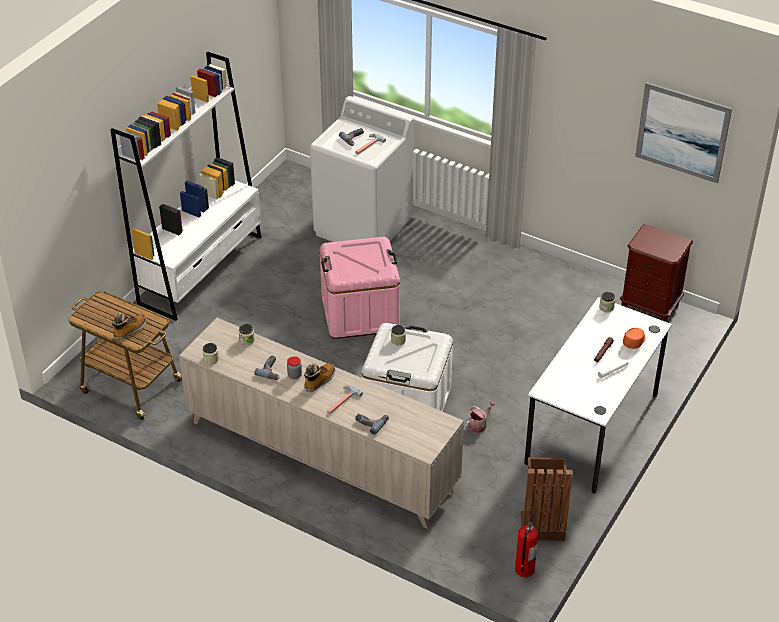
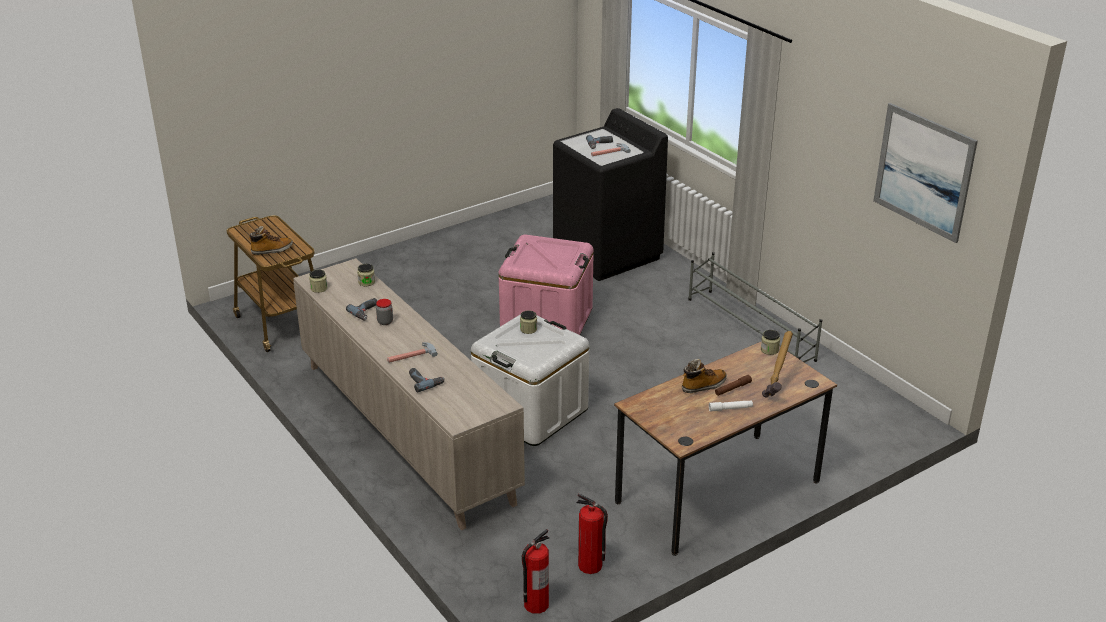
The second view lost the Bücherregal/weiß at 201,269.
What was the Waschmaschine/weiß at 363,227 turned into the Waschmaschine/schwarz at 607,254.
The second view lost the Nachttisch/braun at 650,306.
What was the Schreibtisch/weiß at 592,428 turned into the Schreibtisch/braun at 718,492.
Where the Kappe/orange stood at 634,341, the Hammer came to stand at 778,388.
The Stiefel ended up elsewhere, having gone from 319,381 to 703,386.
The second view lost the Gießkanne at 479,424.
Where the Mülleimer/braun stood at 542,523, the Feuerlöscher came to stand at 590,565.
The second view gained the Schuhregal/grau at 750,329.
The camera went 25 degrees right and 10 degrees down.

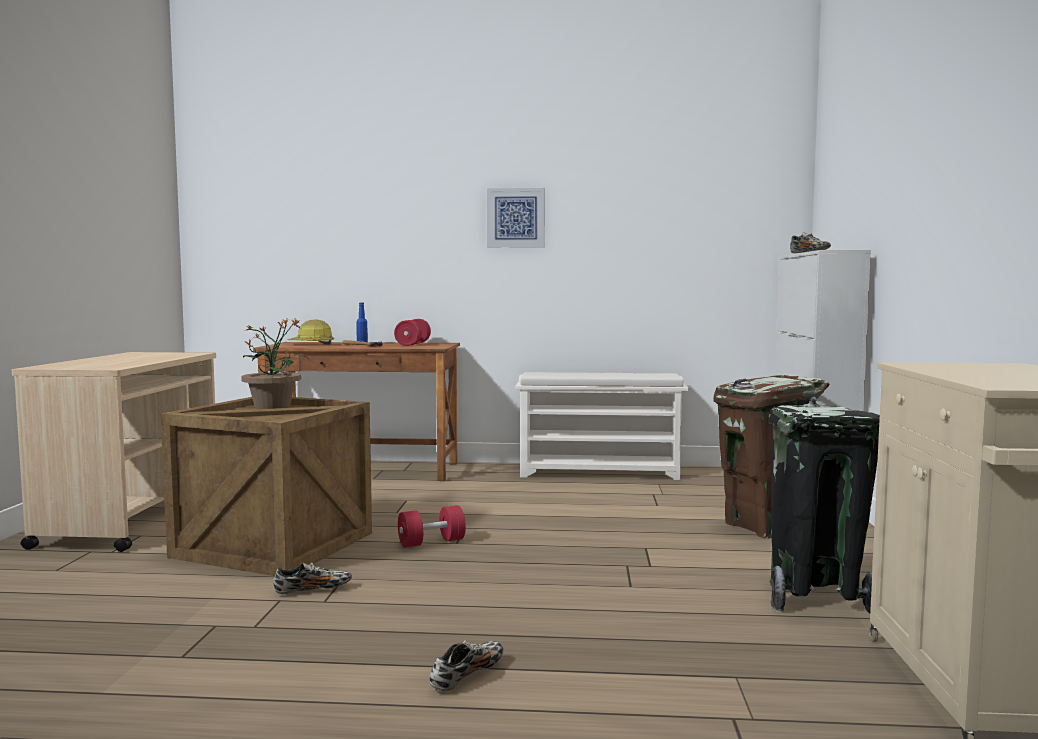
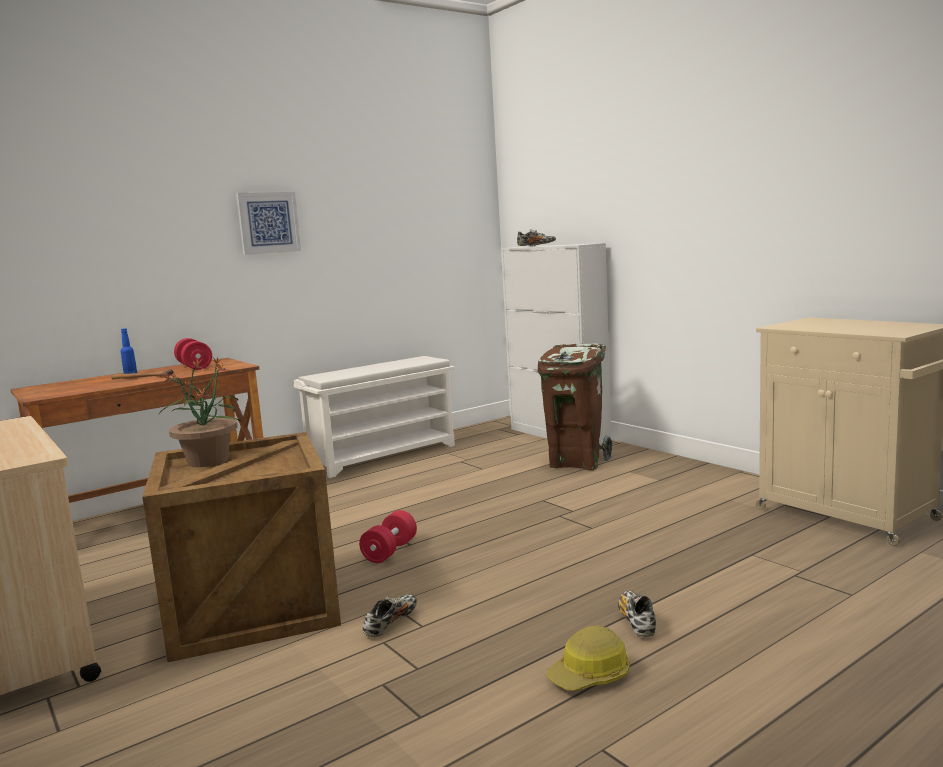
The Schutzhelm ended up elsewhere, having gone from 312,344 to 590,676.
The second view lost the Mülleimer/schwarz at 816,595.
The camera went 40 degrees left and 5 degrees up.

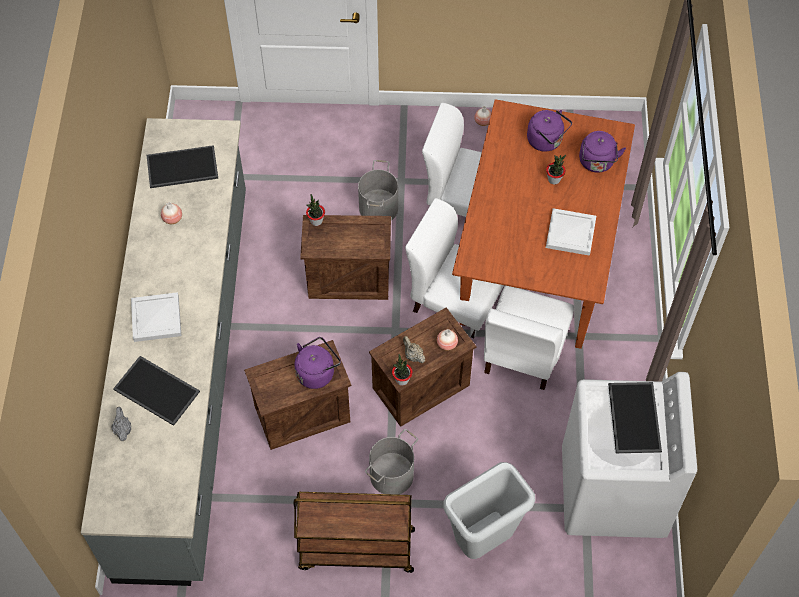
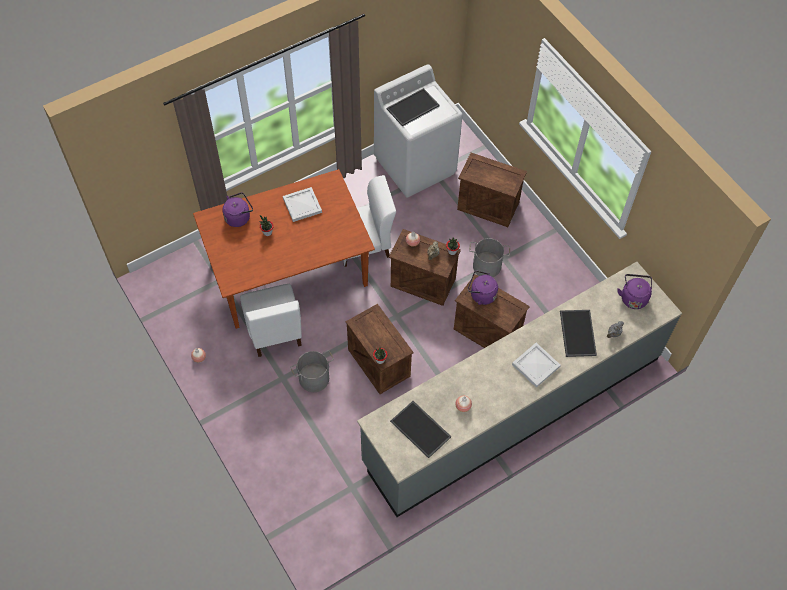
The Wasserkessel/lila ended up elsewhere, having gone from 546,141 to 633,297.
The second view lost the Stuhl/weiß at 455,300.
Where the Mülleimer/grau stood at 483,542, the Kiste came to stand at 489,205.
The second view lost the Rollwagen/braun at 356,550.
The camera went 125 degrees left and 0 degrees up.

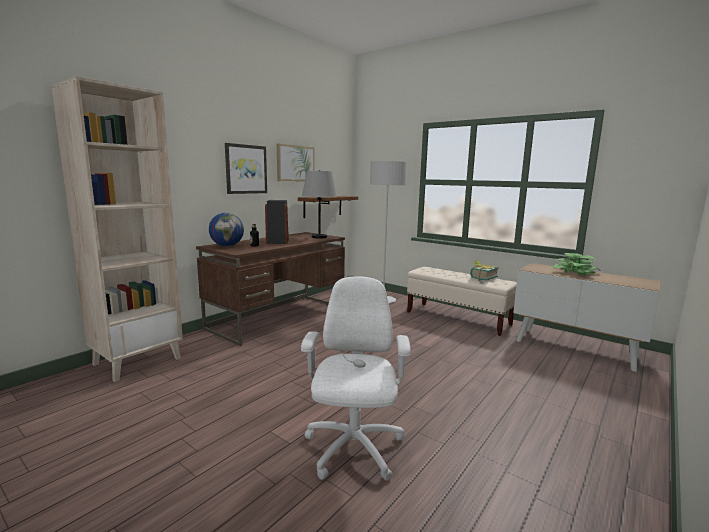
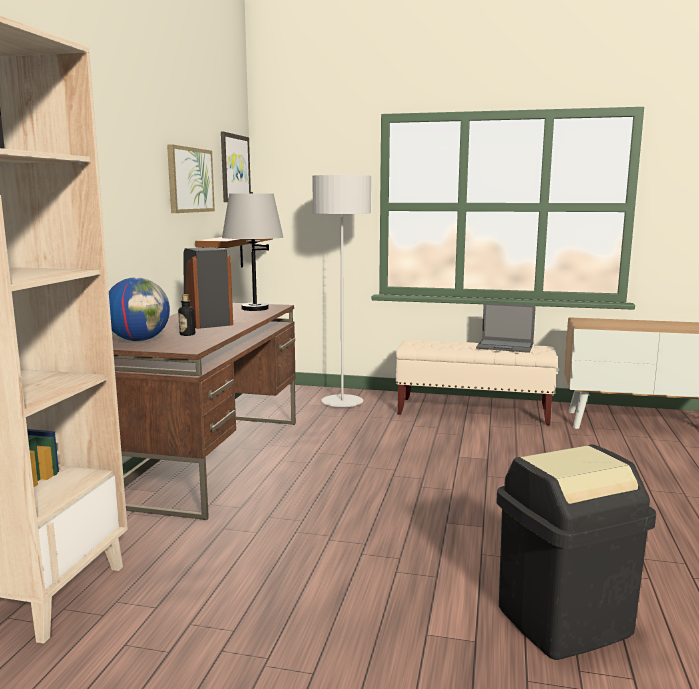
The Bild ended up elsewhere, having gone from 246,169 to 234,168.
The second view lost the Topfpflanze at 575,272.
Where the Buch stood at 481,278, the Laptop came to stand at 505,346.
Where the Bürostuhl/weiß stood at 353,449, the Mülleimer/schwarz came to stand at 563,620.
The camera went 25 degrees left and 0 degrees up.

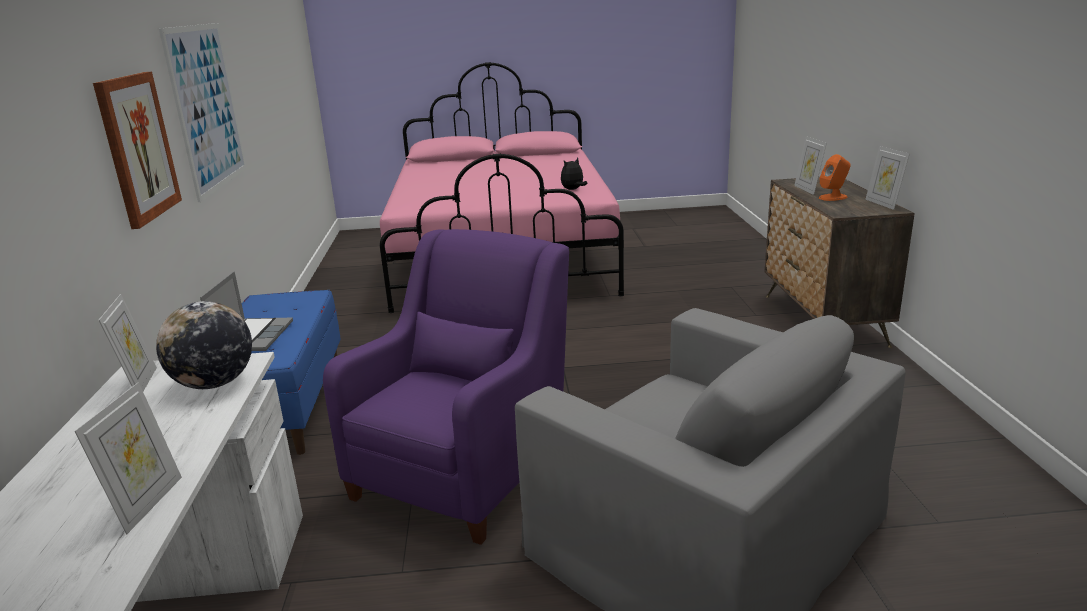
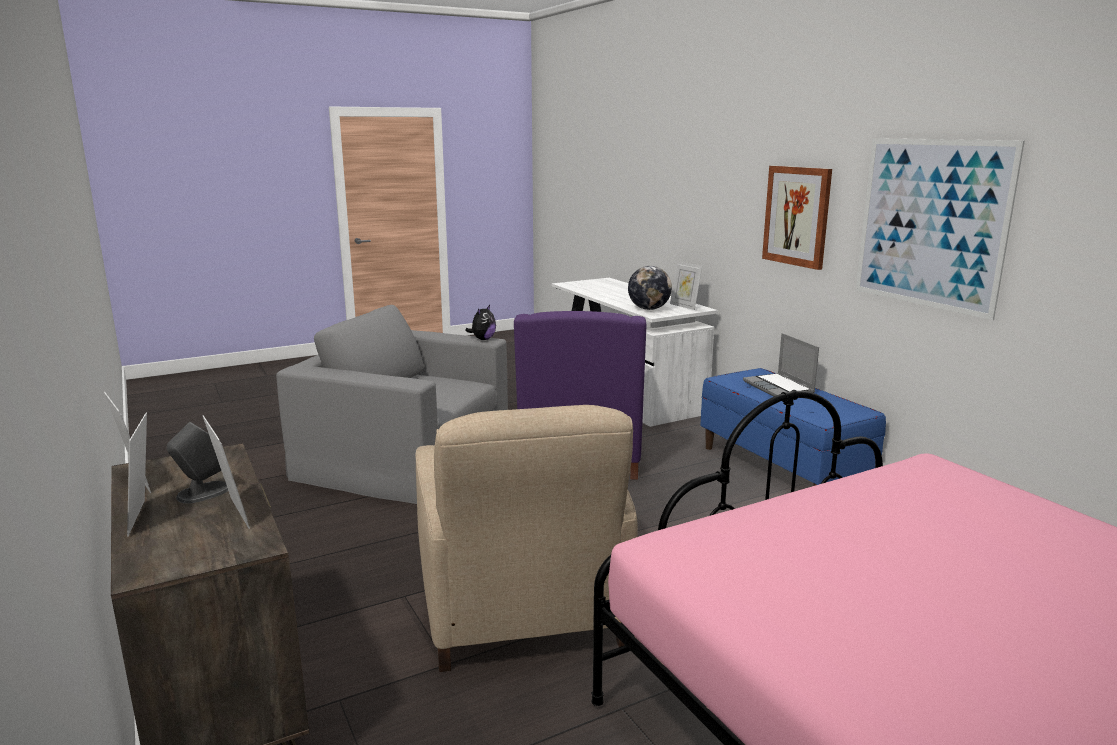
What was the Lautsprecher/orange at 833,197 turned into the Lautsprecher/grau at 202,493.
The Plüschtier ended up elsewhere, having gone from 573,190 to 483,339.
The Bilderrahmen ended up elsewhere, having gone from 146,504 to 145,517.
The second view gained the Sessel/beige at 523,608.
The camera went 155 degrees right and 5 degrees down.

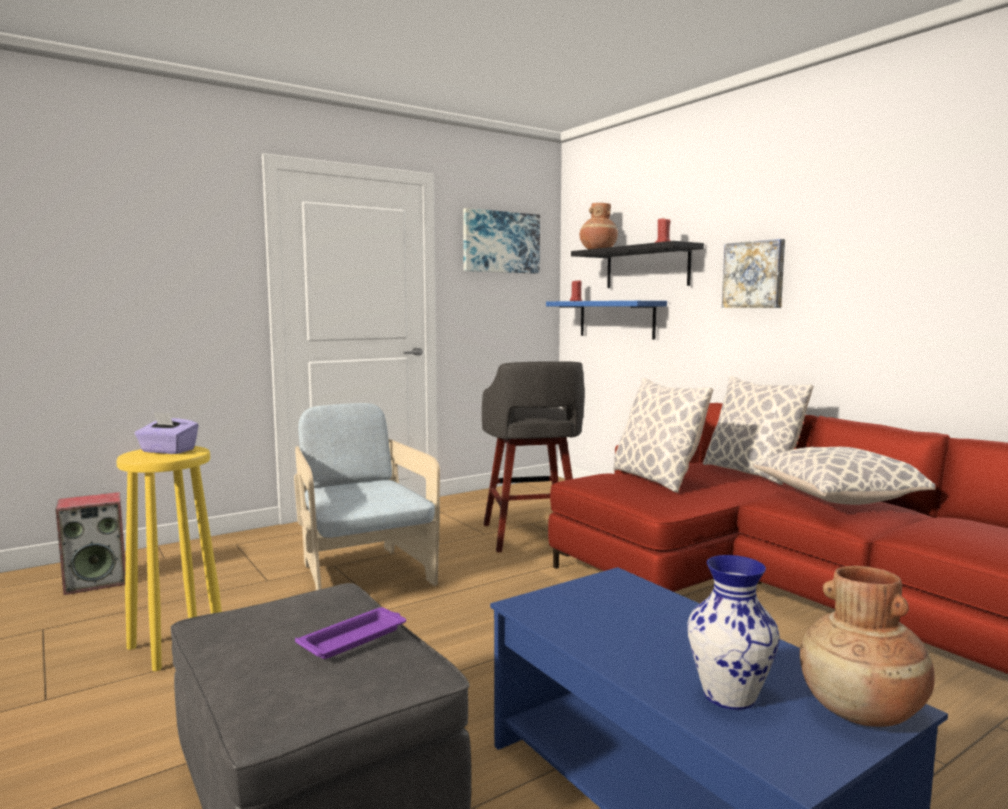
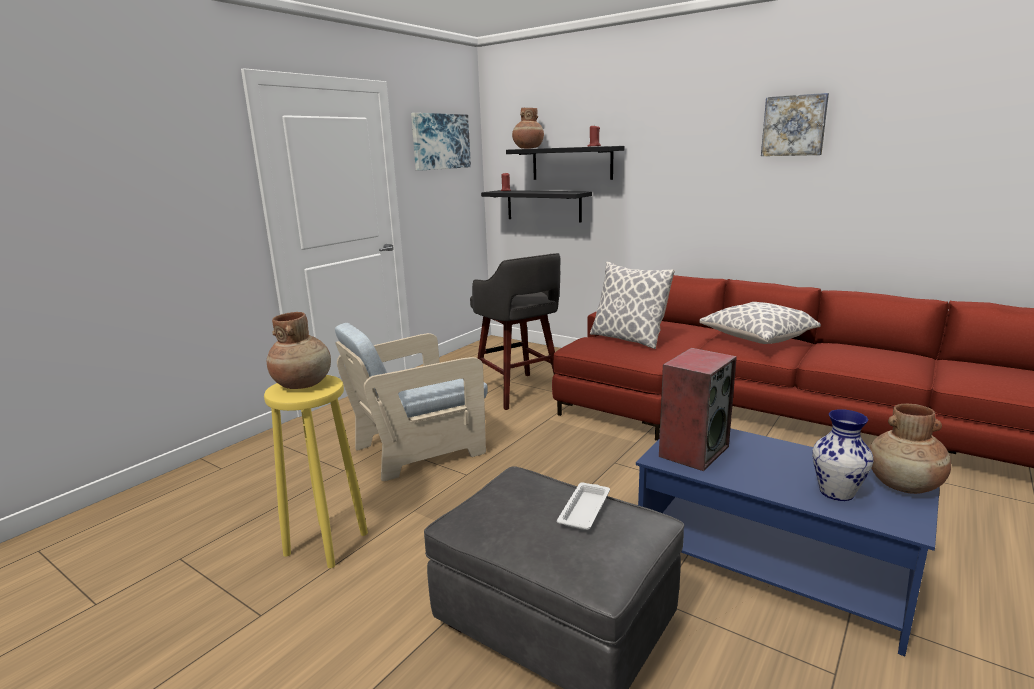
The Bild ended up elsewhere, having gone from 754,275 to 794,125.
What was the Wandregal/blau at 616,319 turned into the Wandregal/schwarz at 543,205.
The second view lost the Kissen at 750,473.
The Sessel/beige at 363,575 ended up facing another way, 75 degrees counterclockwise from before.
Where the Taschentuchbox/lila stood at 167,451, the Vase/braun came to stand at 303,384.
The Lautsprecher ended up elsewhere, having gone from 97,582 to 693,451.
What was the Tablett/lila at 355,638 turned into the Tablett/weiß at 585,509.
The camera went 20 degrees left and 10 degrees up.

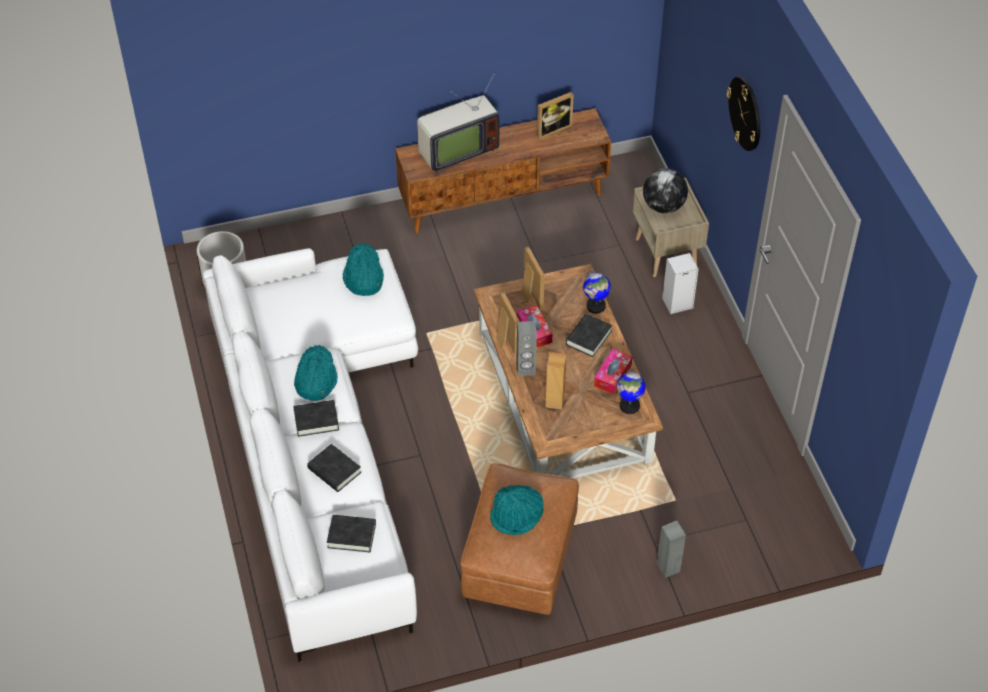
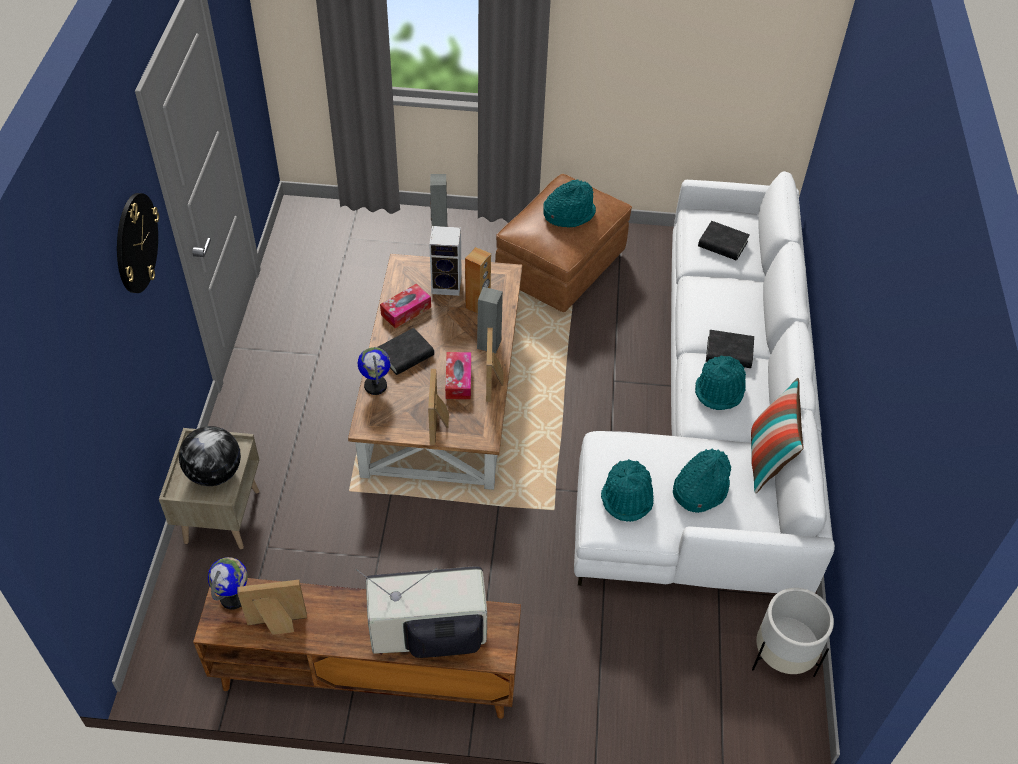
The Lautsprecher ended up elsewhere, having gone from 676,304 to 448,285.
The Globus ended up elsewhere, having gone from 629,406 to 234,597.
The second view lost the Buch/schwarz at 334,471.
The second view gained the Kissen at 768,460.
The second view gained the Hut/türkis at 699,489.
The camera went 160 degrees left and 0 degrees up.

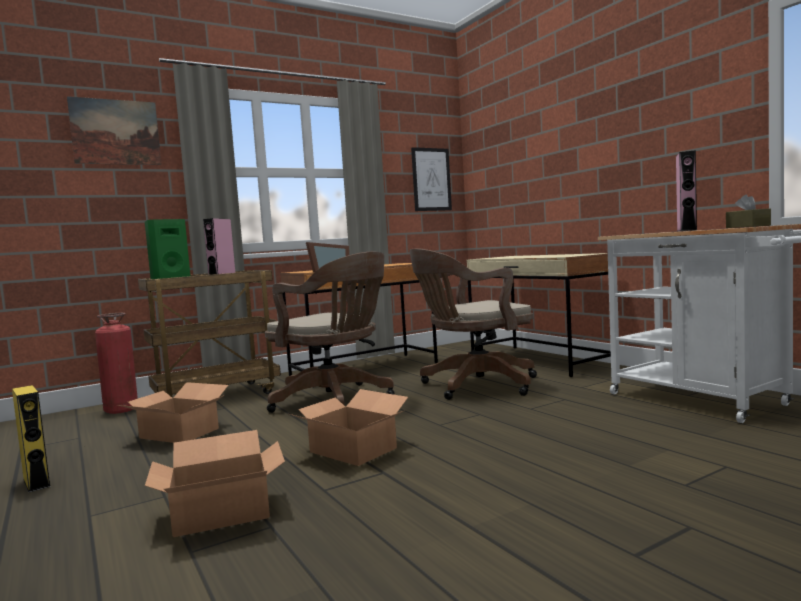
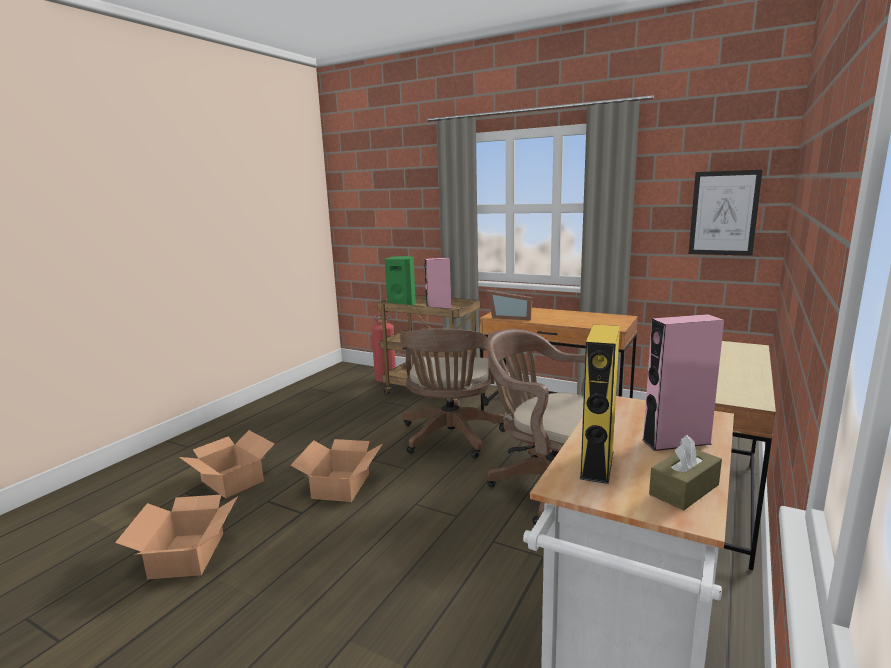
The second view lost the Bild at 116,132.
The Karton ended up elsewhere, having gone from 179,433 to 188,554.
The Lautsprecher/gelb ended up elsewhere, having gone from 36,482 to 597,464.
The camera went 60 degrees right and 10 degrees up.

